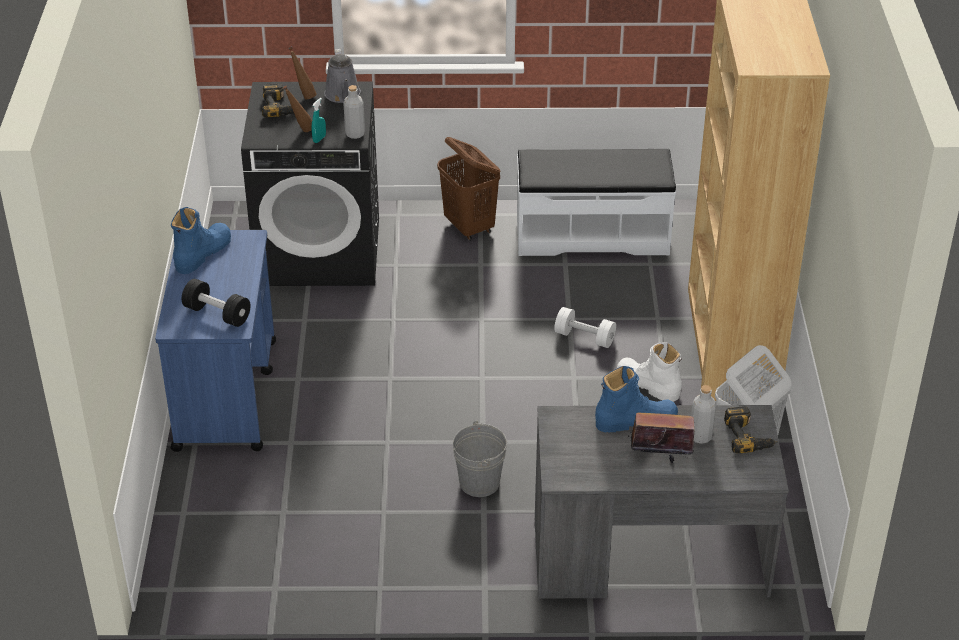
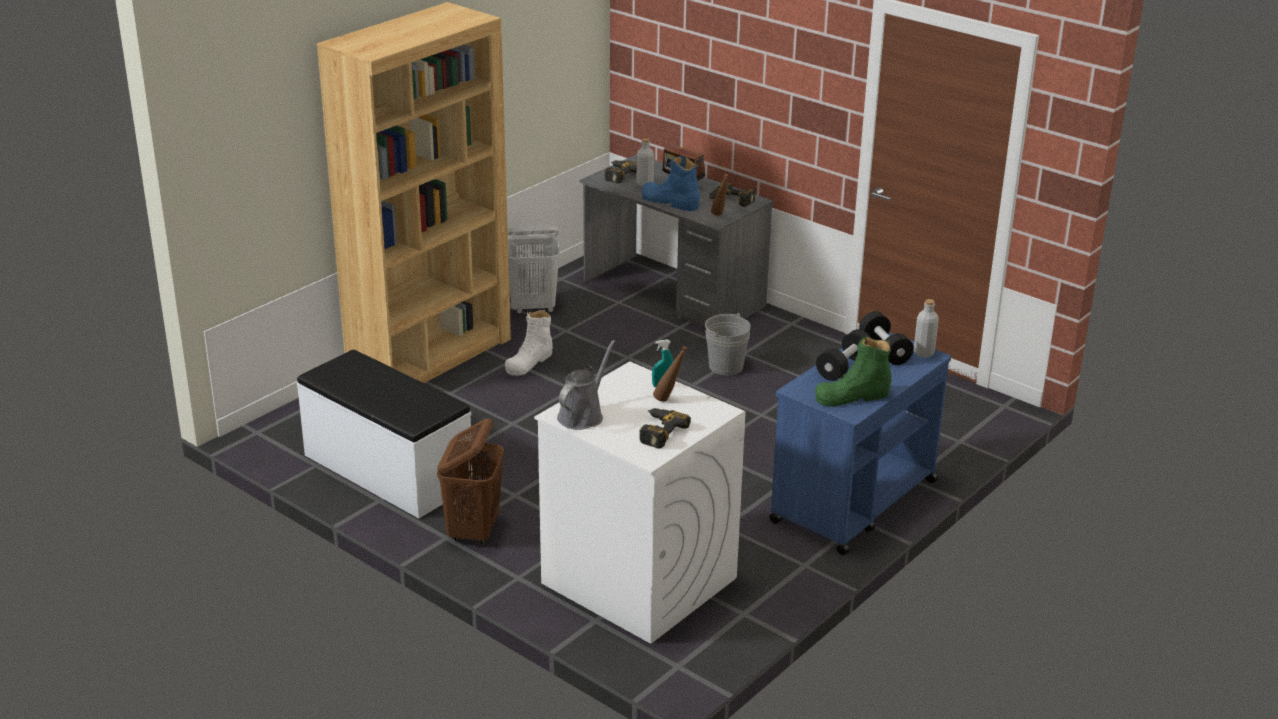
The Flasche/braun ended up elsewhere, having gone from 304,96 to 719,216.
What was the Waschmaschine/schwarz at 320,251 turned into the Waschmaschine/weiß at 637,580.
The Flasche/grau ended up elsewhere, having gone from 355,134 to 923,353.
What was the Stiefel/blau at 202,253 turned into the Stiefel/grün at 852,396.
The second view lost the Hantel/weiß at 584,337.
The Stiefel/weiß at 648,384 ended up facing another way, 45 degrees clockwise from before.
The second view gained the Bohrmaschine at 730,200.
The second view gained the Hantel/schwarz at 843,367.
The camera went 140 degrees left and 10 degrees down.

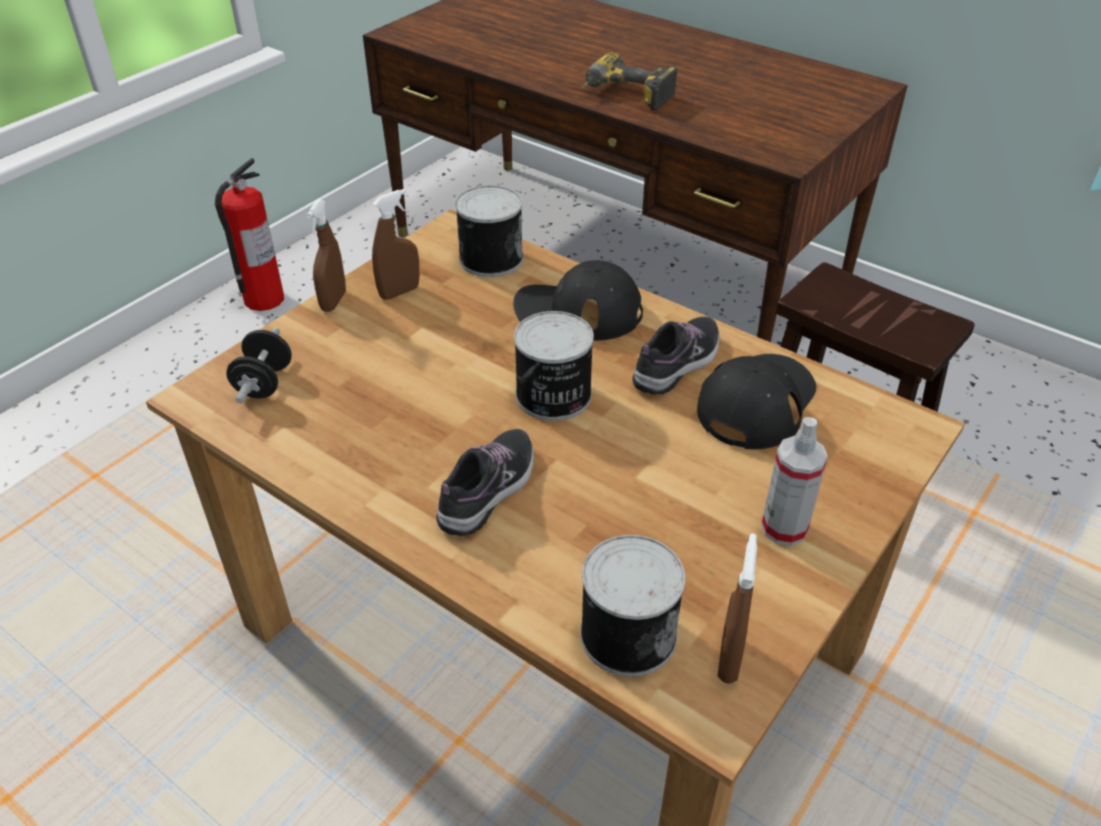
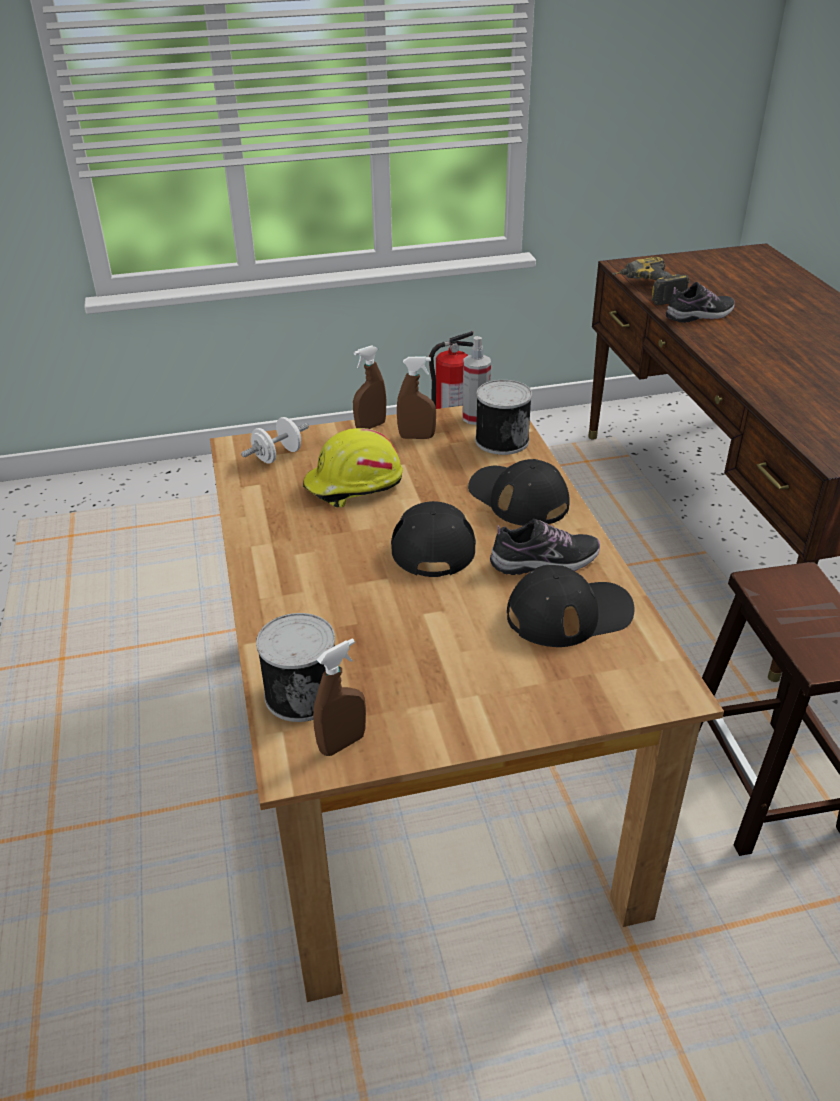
The Bohrmaschine ended up elsewhere, having gone from 624,97 to 647,291.
Where the Dose stood at 553,396, the Kappe/schwarz came to stand at 433,541.
What was the Hantel/schwarz at 264,383 turned into the Hantel/weiß at 278,456.
The Sprühflasche ended up elsewhere, having gone from 784,528 to 475,418.
The Schuh ended up elsewhere, having gone from 489,490 to 700,315.
The second view gained the Schutzhelm/gelb at 353,485.
The camera went 40 degrees right and 5 degrees down.

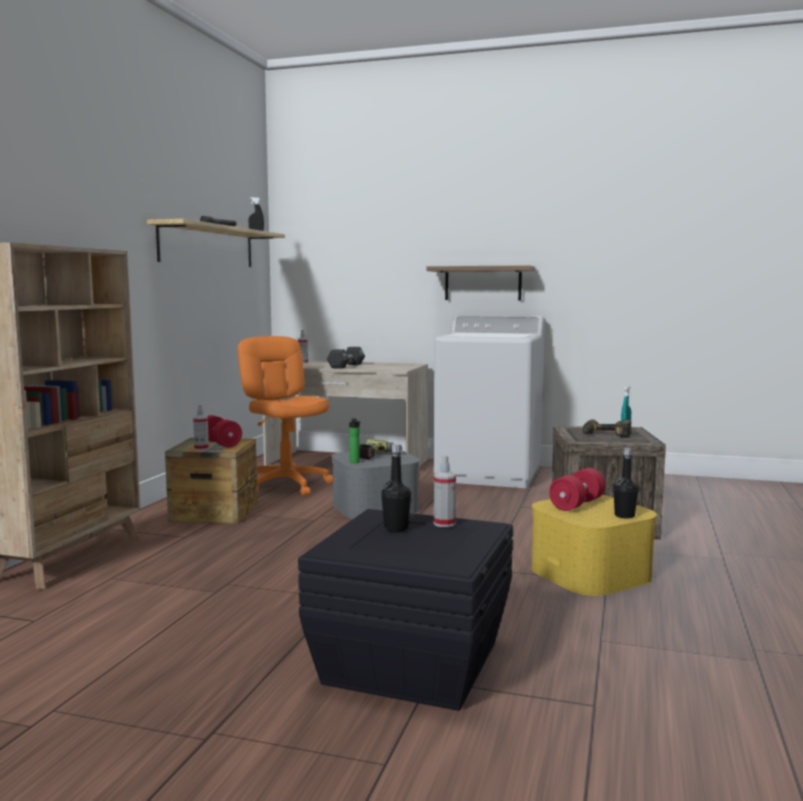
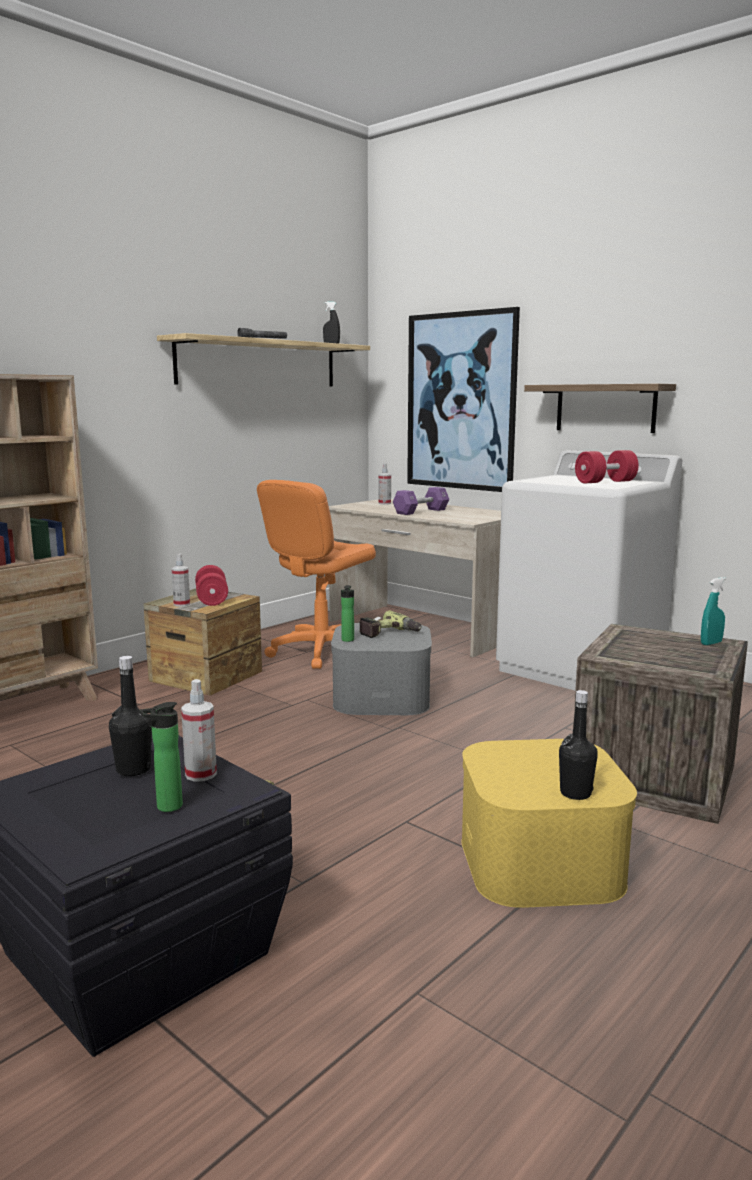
The Bürostuhl/orange at 286,485 ended up facing another way, 135 degrees counterclockwise from before.
What was the Hantel/schwarz at 346,366 turned into the Hantel/lila at 421,511.
The second view lost the Bohrmaschine at 605,435.
The Hantel/rot ended up elsewhere, having gone from 577,504 to 605,482.
The second view gained the Bild at 460,401.
The second view gained the Flasche at 165,807.
The camera went 25 degrees right and 5 degrees up.

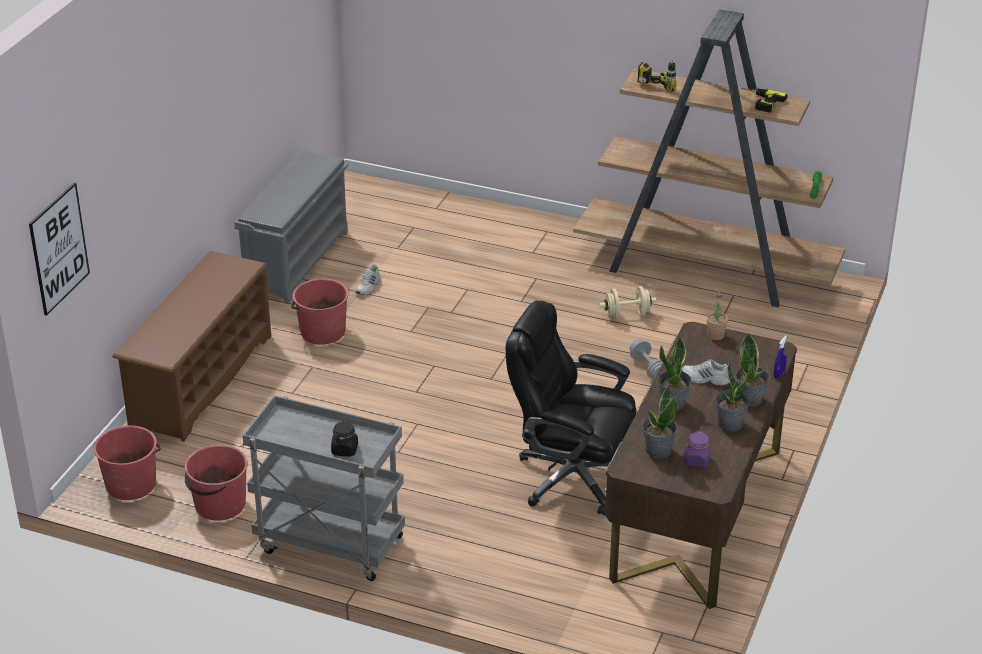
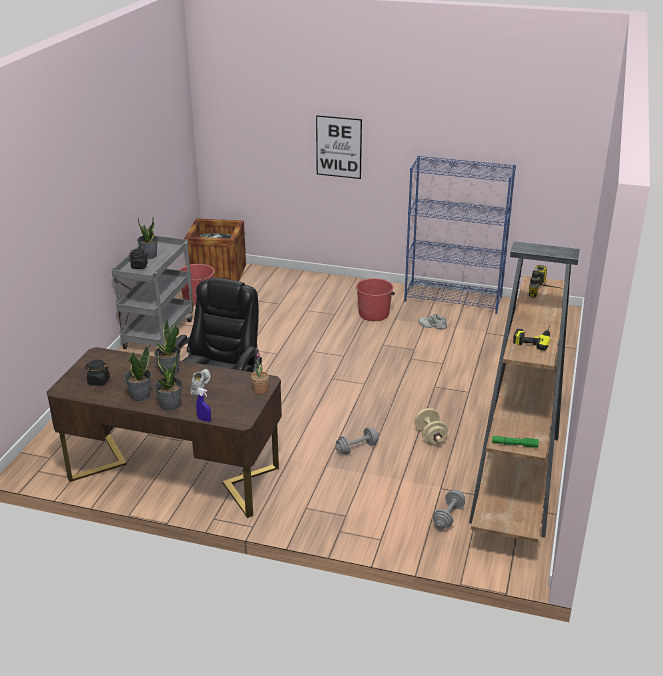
Where the Schuhregal/grau stood at 297,261, the Bücherregal/blau came to stand at 453,299.
The Bild ended up elsewhere, having gone from 59,248 to 339,147.
The second view lost the Schuhregal/braun at 201,379.
The Topfpflanze ended up elsewhere, having gone from 658,451 to 149,256.
Where the Eimer/rot stood at 131,484, the Kiste came to stand at 217,274.
What was the Vorratsglas/lila at 697,460 turned into the Vorratsglas/schwarz at 98,381.
The second view gained the Hantel/grau at 448,517.
The camera went 85 degrees right and 5 degrees down.

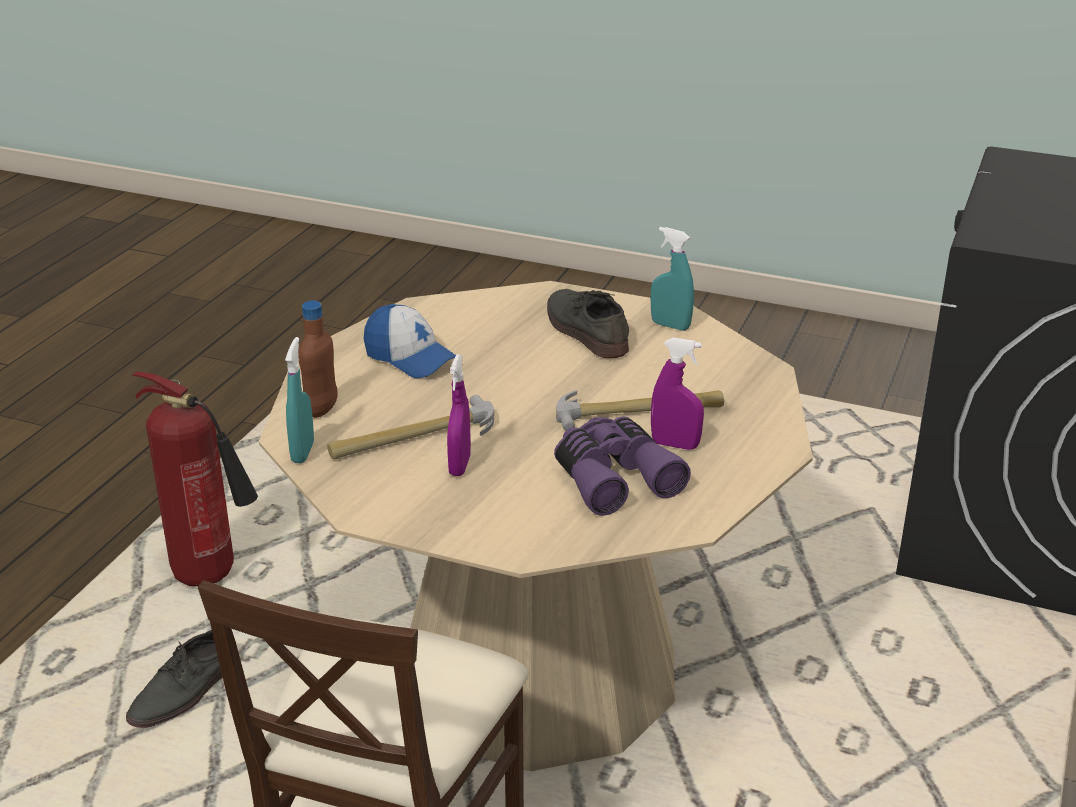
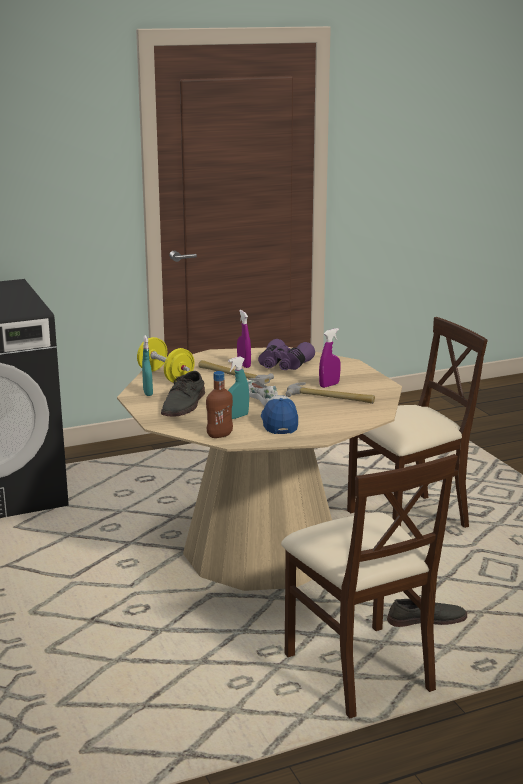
The Flasche/braun ended up elsewhere, having gone from 321,409 to 219,435.
The Sprühflasche/türkis ended up elsewhere, having gone from 302,452 to 237,416.
Where the Feuerlöscher stood at 212,576, the Stuhl/beige came to stand at 359,670.
The second view gained the Hantel/gelb at 166,376.
The second view gained the Schuh/weiß at 262,398.
The camera went 135 degrees left and 10 degrees down.

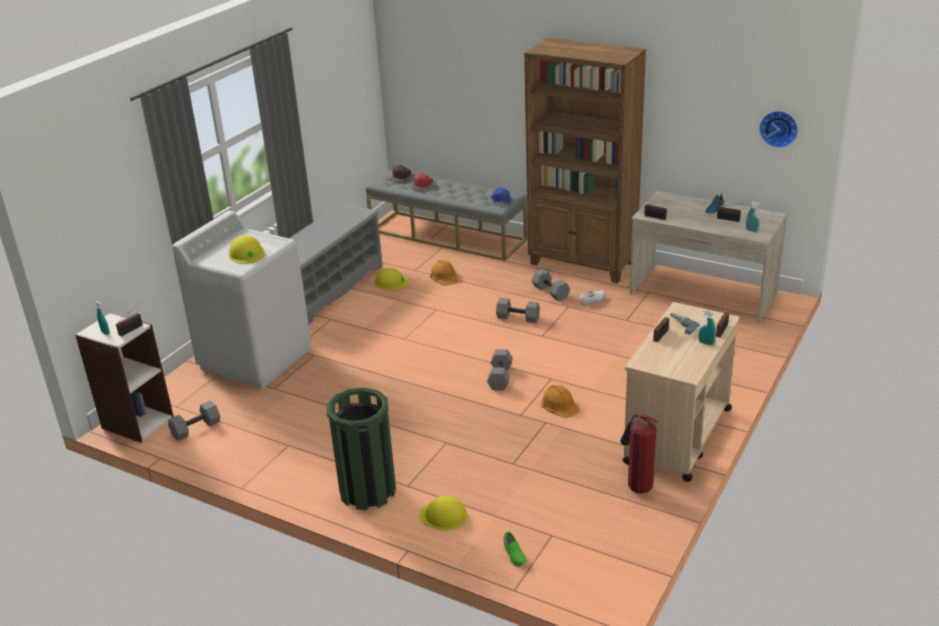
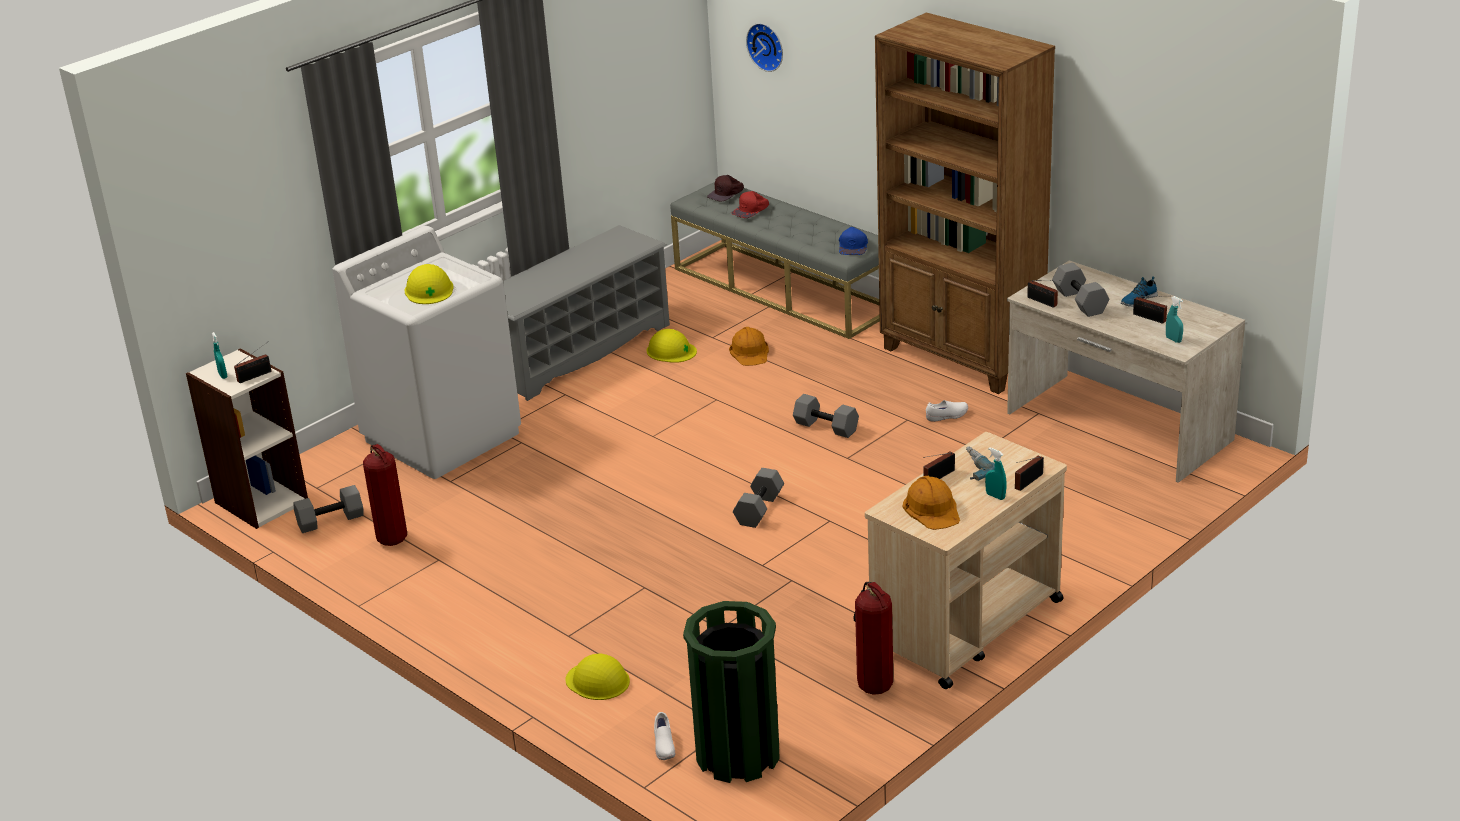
The Wanduhr ended up elsewhere, having gone from 779,128 to 767,46.
The Hantel/grau ended up elsewhere, having gone from 549,292 to 1078,301.
The Schutzhelm/orange ended up elsewhere, having gone from 560,404 to 932,509.
The Mülleimer/grün ended up elsewhere, having gone from 367,491 to 737,754.
What was the Schuh/grün at 514,556 turned into the Schuh/weiß at 664,746.
The second view gained the Feuerlöscher at 390,539.
The camera went 15 degrees right and 0 degrees up.

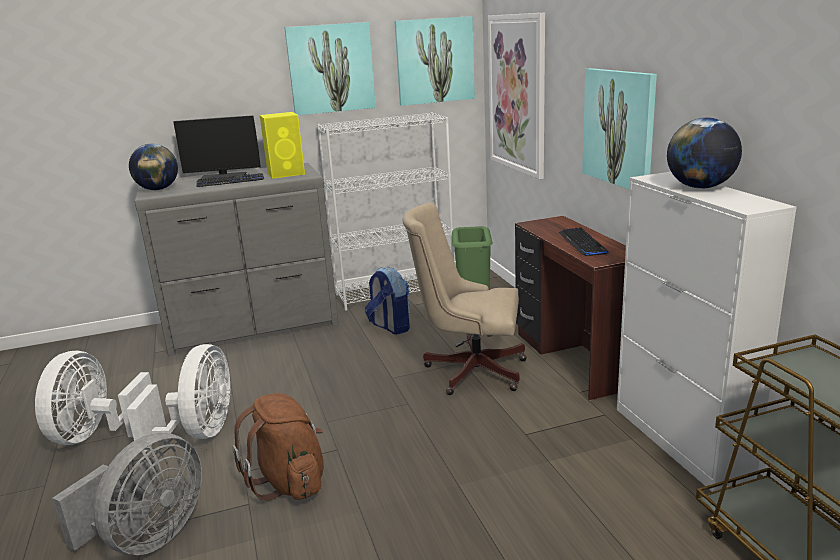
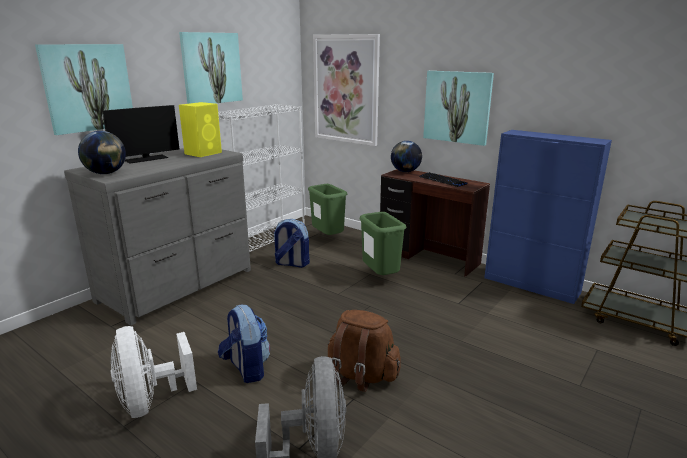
The Bild ended up elsewhere, having gone from 435,61 to 88,88.
The Globus ended up elsewhere, having gone from 700,187 to 405,171.
What was the Schrank/weiß at 680,442 turned into the Schrank/blau at 531,285.
The second view lost the Tastatur at 230,181.
Where the Bürostuhl/beige stood at 469,370, the Mülleimer/grün came to stand at 379,277.
Where the Ventilator/weiß stood at 200,432, the Rucksack came to stand at 246,369.
The camera went 35 degrees left and 0 degrees up.

